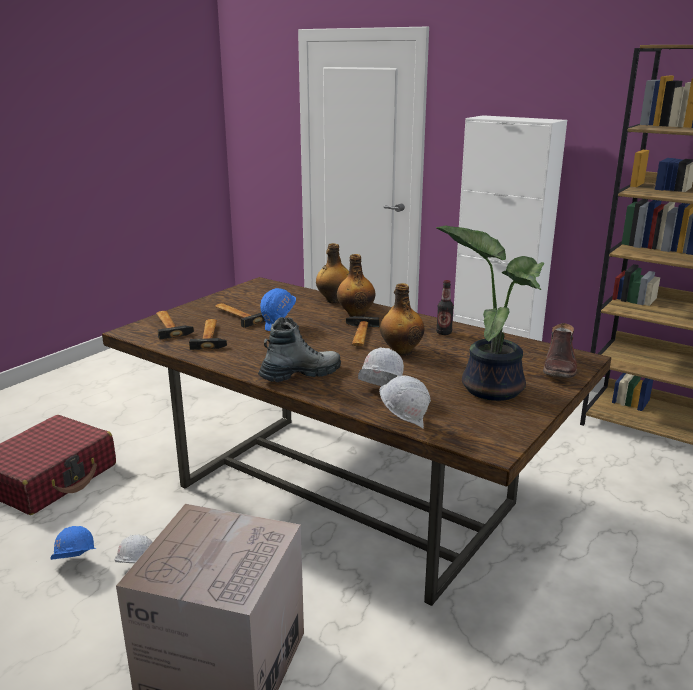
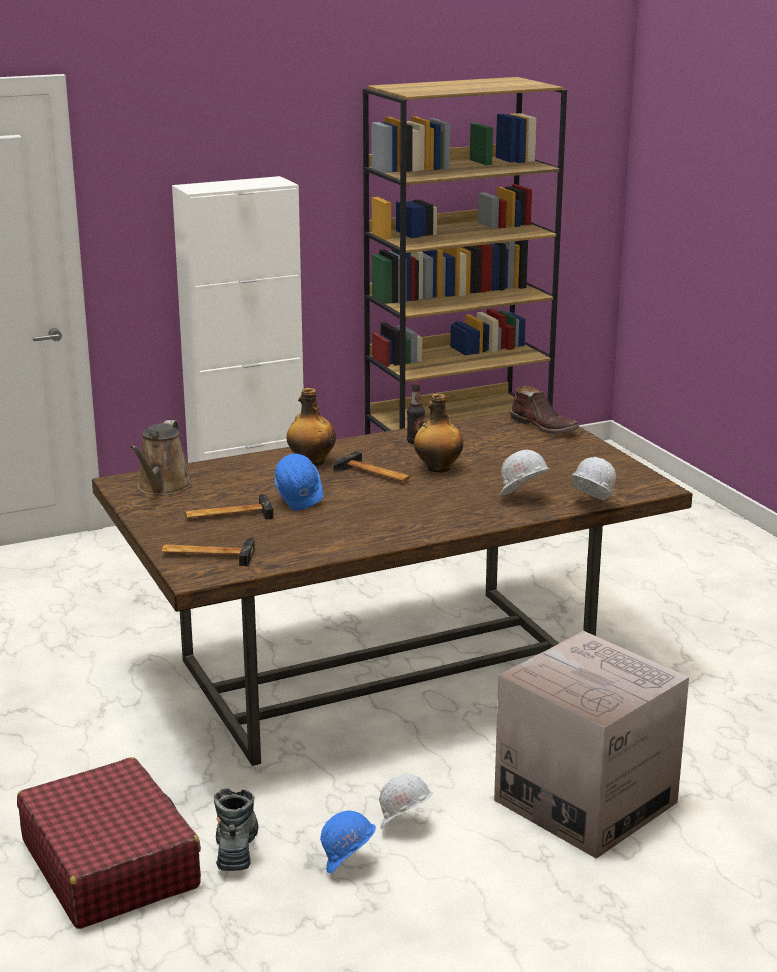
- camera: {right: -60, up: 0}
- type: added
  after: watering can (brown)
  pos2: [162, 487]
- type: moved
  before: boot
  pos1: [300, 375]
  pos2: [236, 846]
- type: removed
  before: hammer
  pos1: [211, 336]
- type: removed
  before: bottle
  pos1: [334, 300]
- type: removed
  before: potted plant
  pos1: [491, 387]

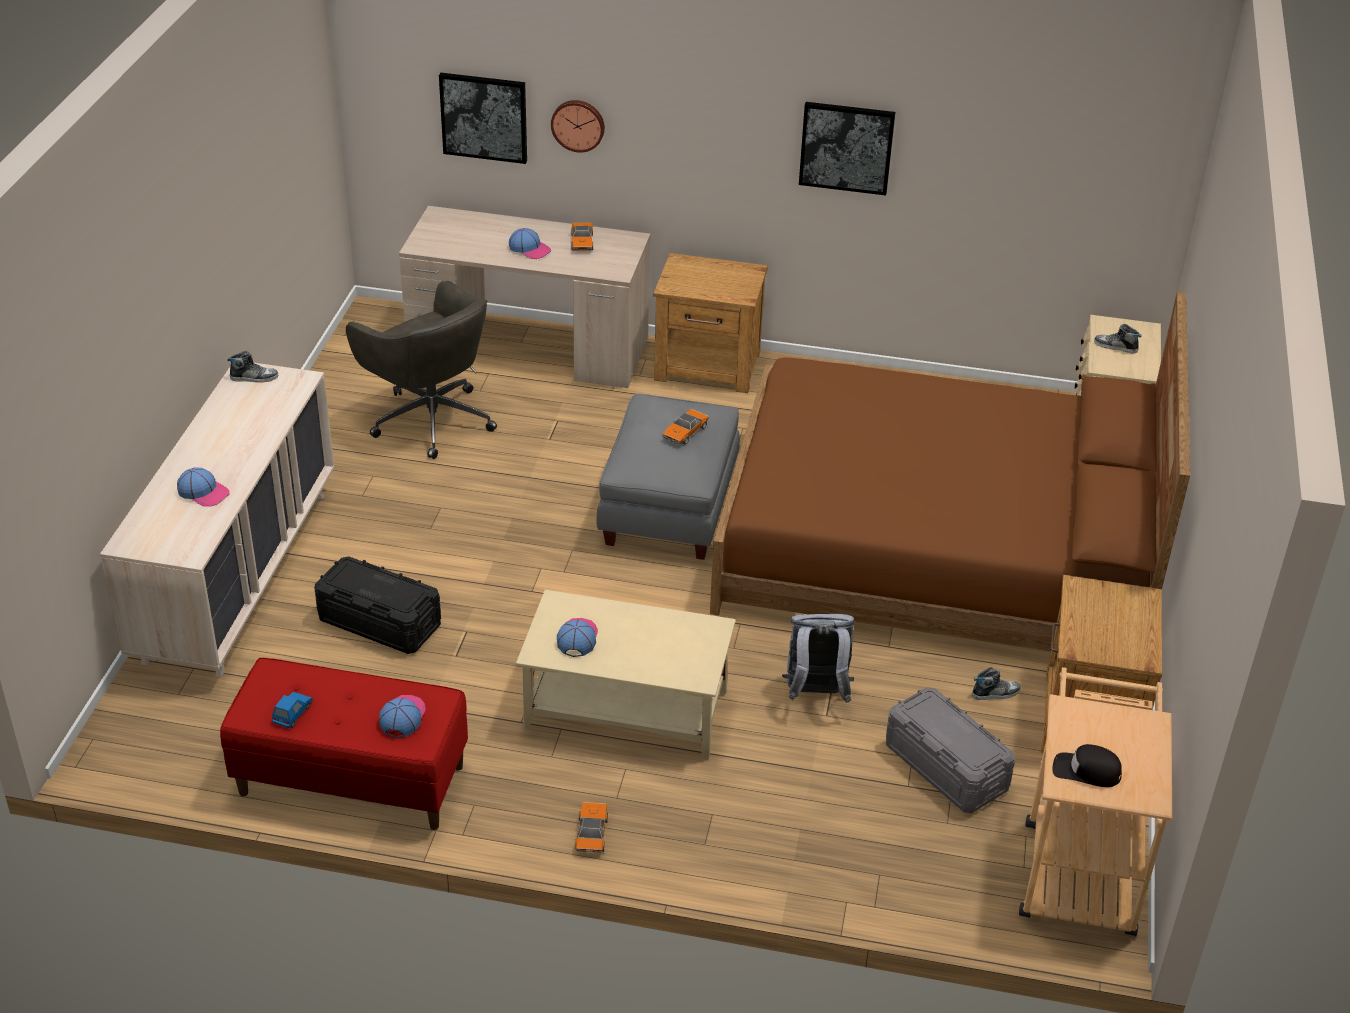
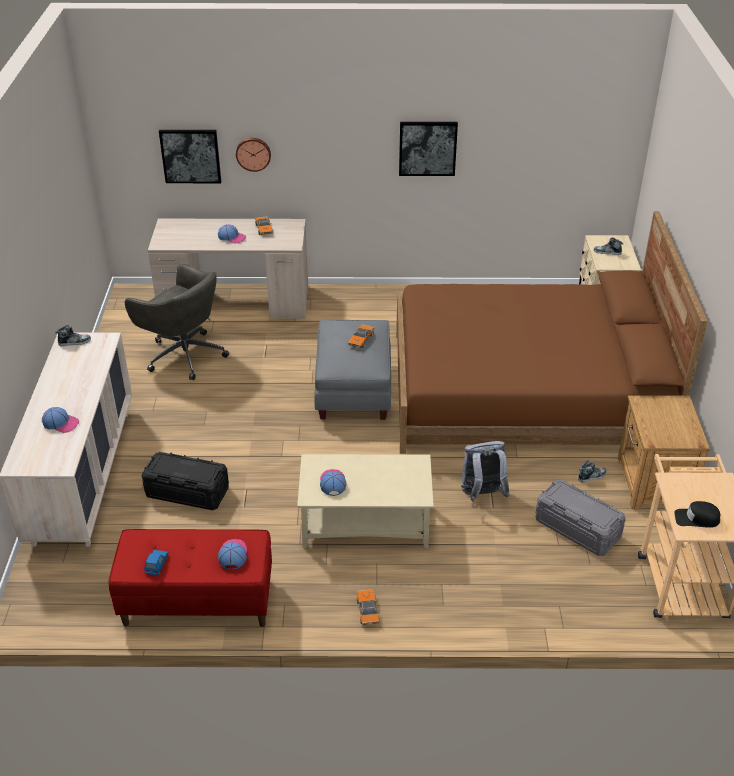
- camera: {right: -10, up: 0}
- type: removed
  before: nightstand (brown)
  pos1: [709, 367]

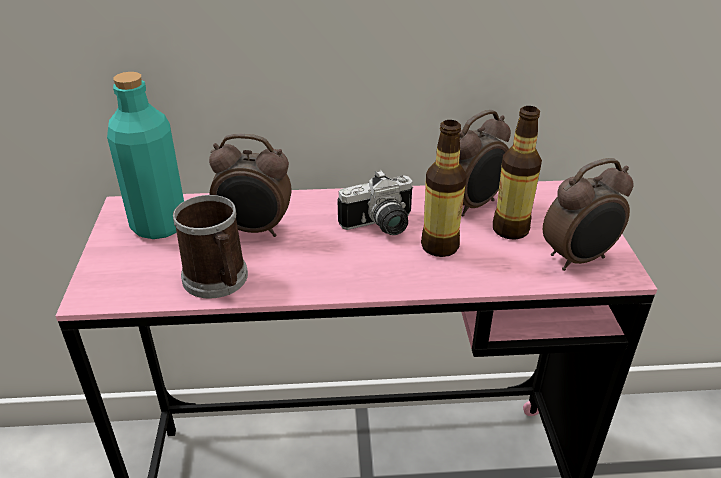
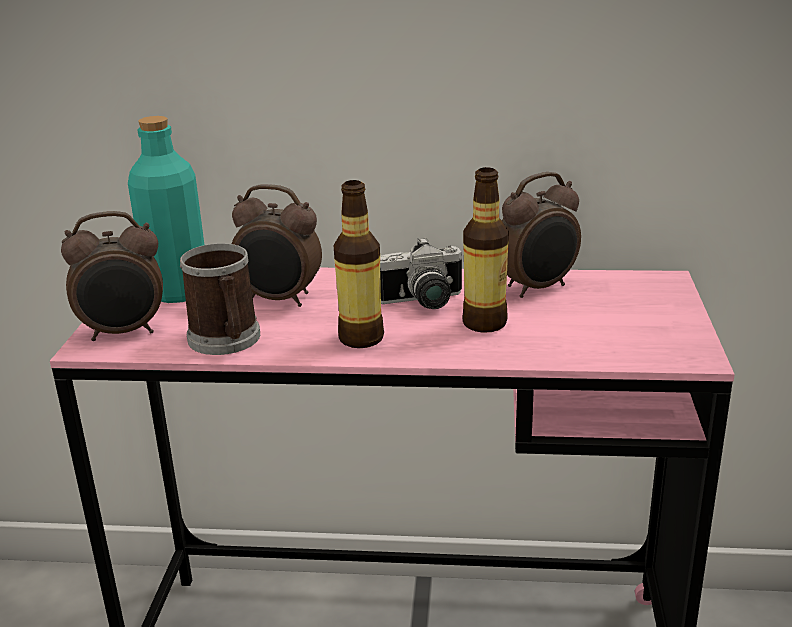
- camera: {right: 10, up: -10}
- type: moved
  before: alarm clock
  pos1: [578, 259]
  pos2: [124, 333]
- type: moved
  before: bottle
  pos1: [510, 229]
  pos2: [361, 338]

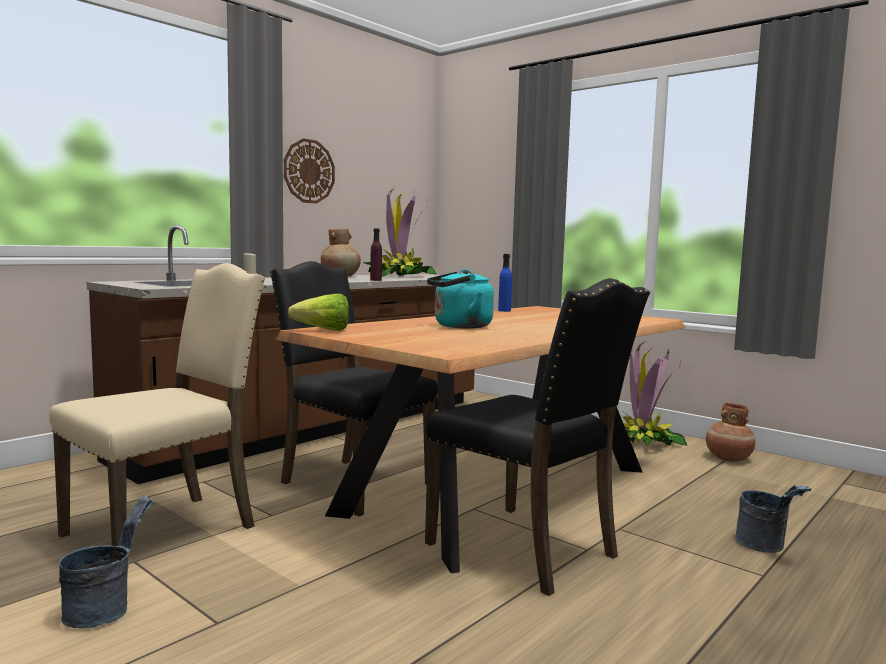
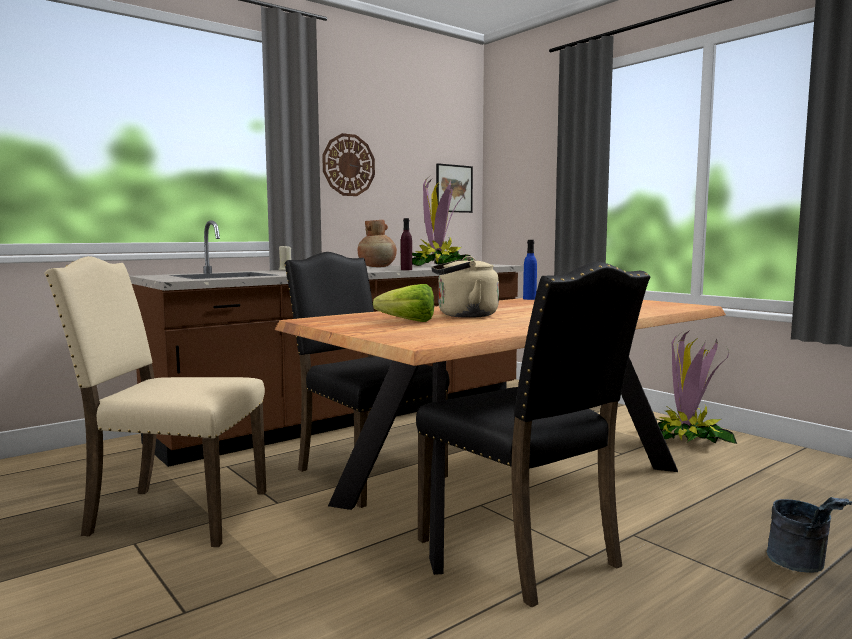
- camera: {right: 10, up: 0}
- type: turned
  before: chair (beige)
  pos1: [165, 531]
  pos2: [174, 514]
  turn: -135
- type: moved
  before: lettuce
  pos1: [318, 330]
  pos2: [403, 321]
- type: recoloured
  before: kettle (turquoise)
  after: kettle (beige)
  pos1: [459, 326]
  pos2: [463, 315]
- type: added
  after: picture
  pos2: [454, 188]
- type: removed
  before: bucket (grey)
  pos1: [106, 608]
- type: removed
  before: vase (brown)
  pos1: [728, 458]

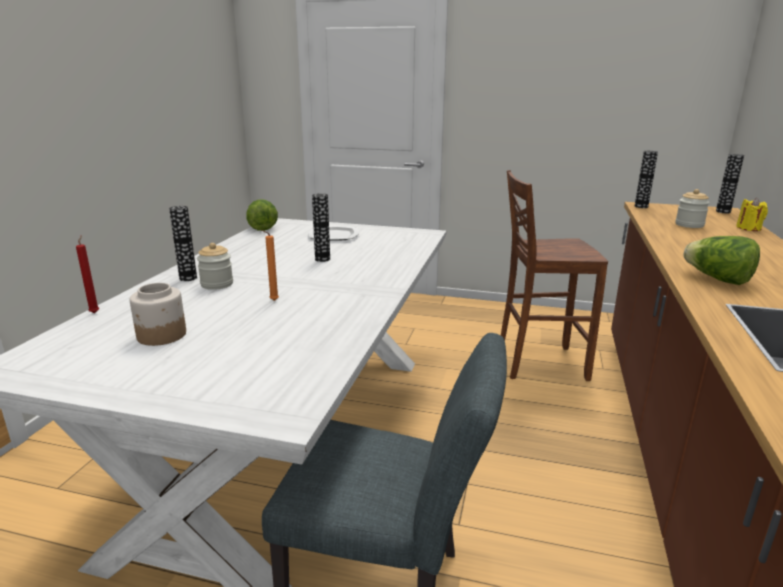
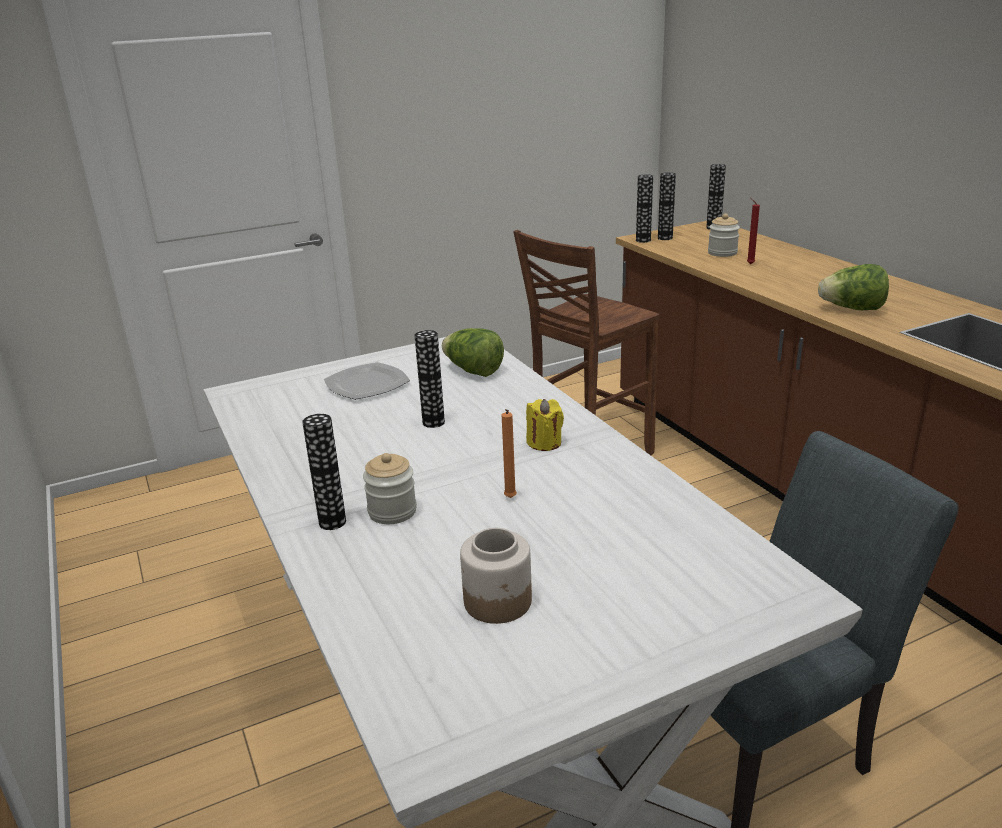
- camera: {right: -40, up: 5}
- type: moved
  before: lettuce
  pos1: [262, 227]
  pos2: [473, 371]
- type: moved
  before: candle (yellow)
  pos1: [748, 228]
  pos2: [544, 443]
- type: added
  after: vase
  pos2: [665, 238]
- type: moved
  before: candle (red)
  pos1: [95, 312]
  pos2: [749, 264]

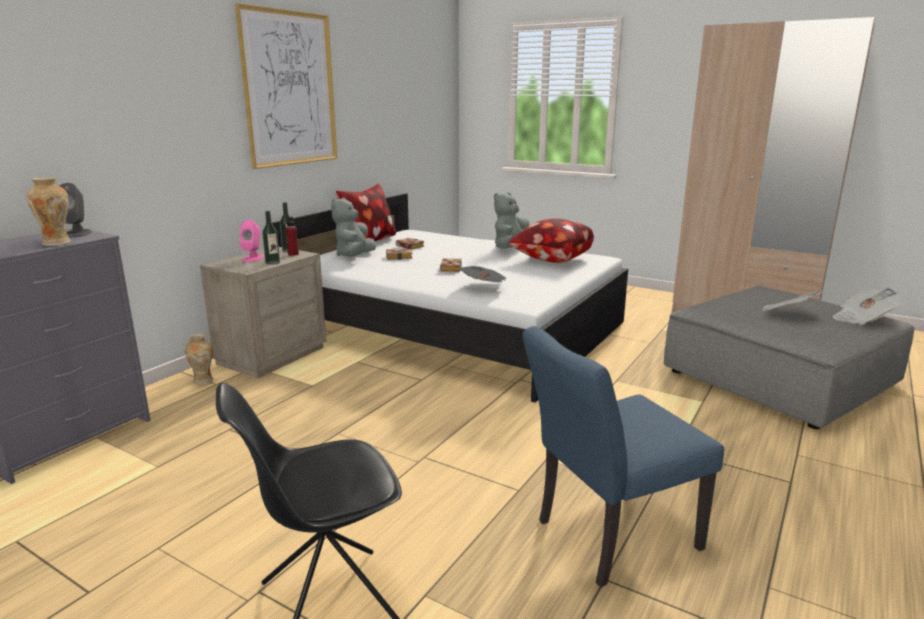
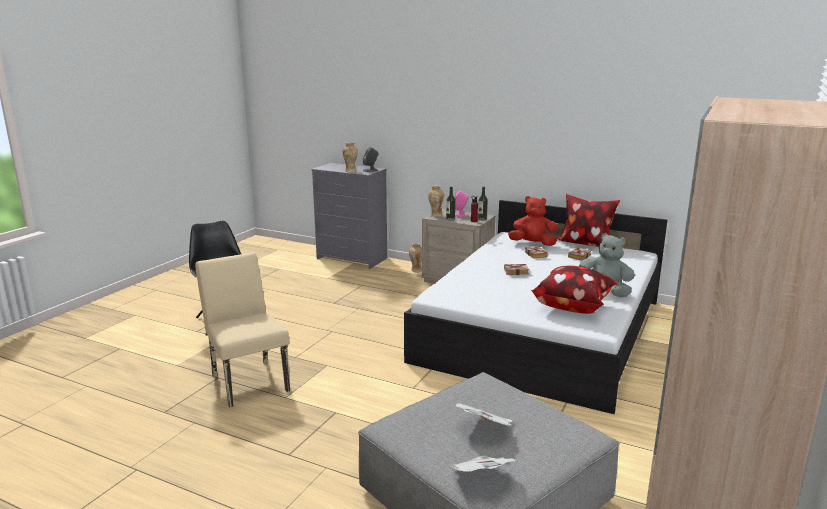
- camera: {right: 85, up: 0}
- type: recoloured
  before: chair (blue)
  after: chair (beige)
  pos1: [607, 537]
  pos2: [248, 380]
- type: added
  after: vase
  pos2: [435, 215]
- type: recoloured
  before: plush toy (grey)
  after: plush toy (red)
  pos1: [354, 256]
  pos2: [533, 244]
- type: removed
  before: picture
  pos1: [290, 89]
- type: removed
  before: newspaper
  pos1: [484, 288]

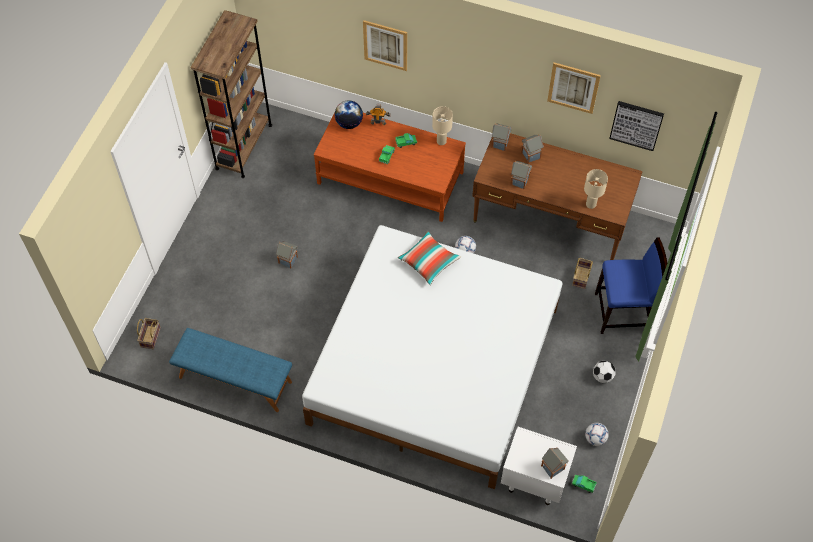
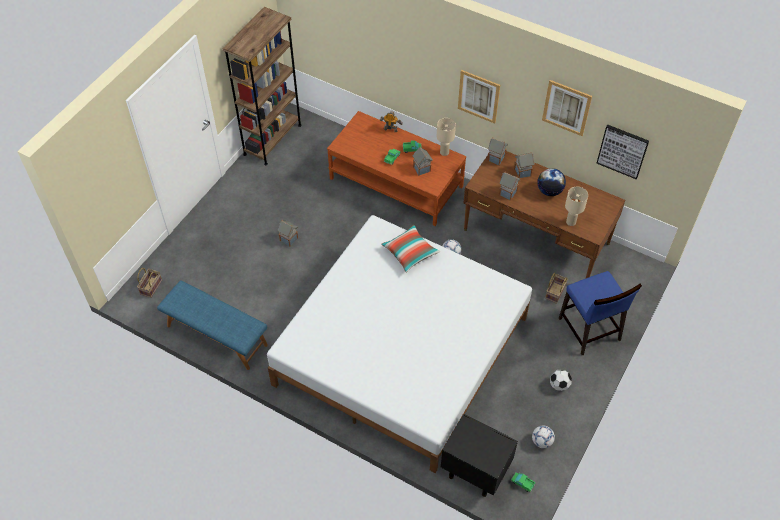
- camera: {right: 10, up: -5}
- type: moved
  before: toy house
  pos1: [553, 468]
  pos2: [422, 169]
- type: recoloured
  before: nightstand (white)
  after: nightstand (black)
  pos1: [533, 480]
  pos2: [474, 471]
- type: moved
  before: picture
  pos1: [385, 45]
  pos2: [478, 96]
- type: moved
  before: globe
  pos1: [349, 123]
  pos2: [549, 191]
- type: turned
  before: chair (blue)
  pos1: [623, 312]
  pos2: [589, 330]
  turn: 60

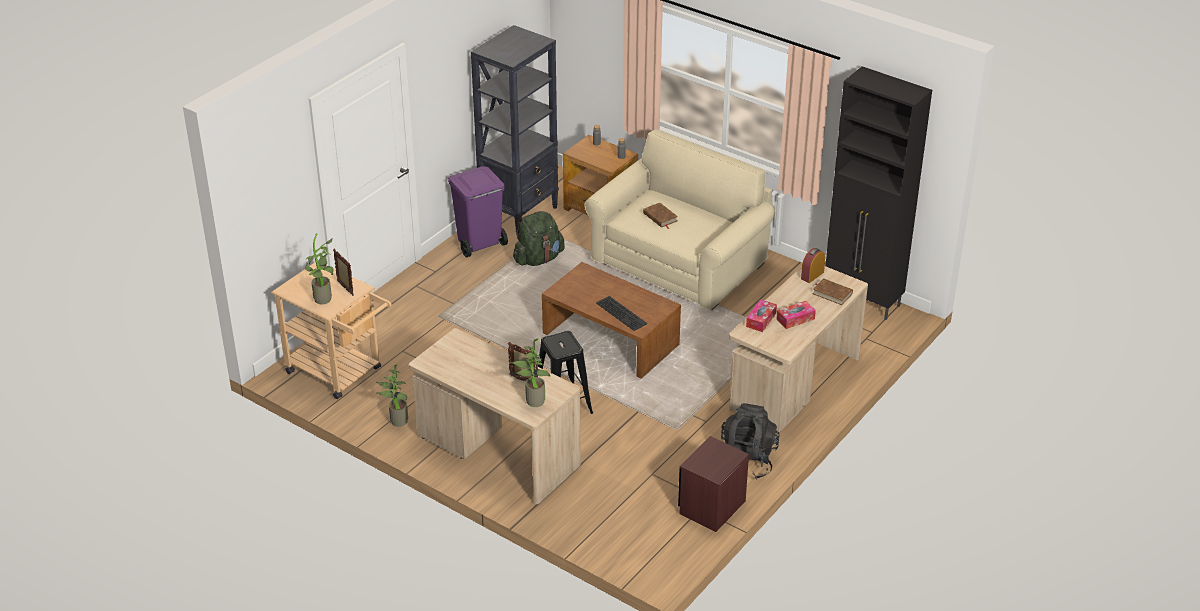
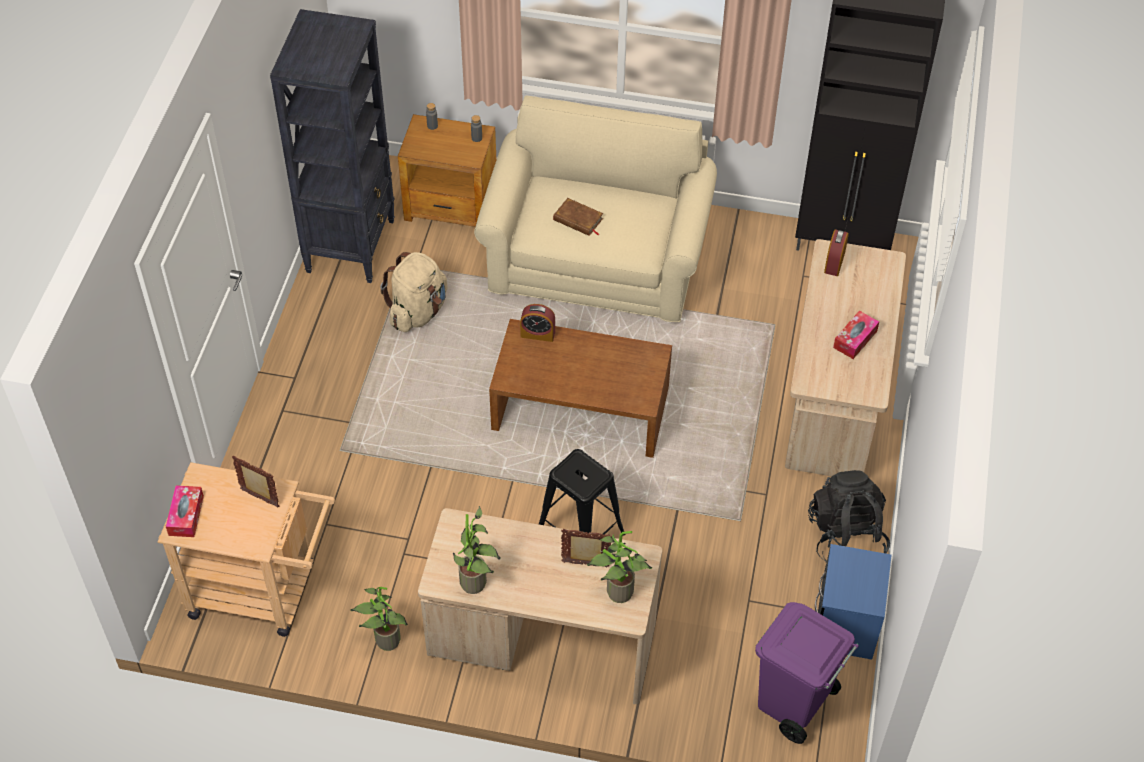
- camera: {right: -25, up: 15}
- type: moved
  before: tissue box
  pos1: [761, 320]
  pos2: [186, 515]
- type: recoloured
  before: backpack (green)
  after: backpack (beige)
  pos1: [538, 259]
  pos2: [418, 311]
- type: moved
  before: potted plant
  pos1: [324, 300]
  pos2: [477, 584]
- type: added
  after: alarm clock
  pos2: [537, 334]
- type: moved
  before: trash can (purple)
  pos1: [479, 244]
  pos2: [793, 704]
- type: recoloured
  before: nightstand (brown)
  after: nightstand (blue)
  pos1: [712, 507]
  pos2: [846, 623]
- type: removed
  before: keyboard
  pos1: [622, 313]
- type: removed
  before: book (brown)
  pos1: [832, 293]

